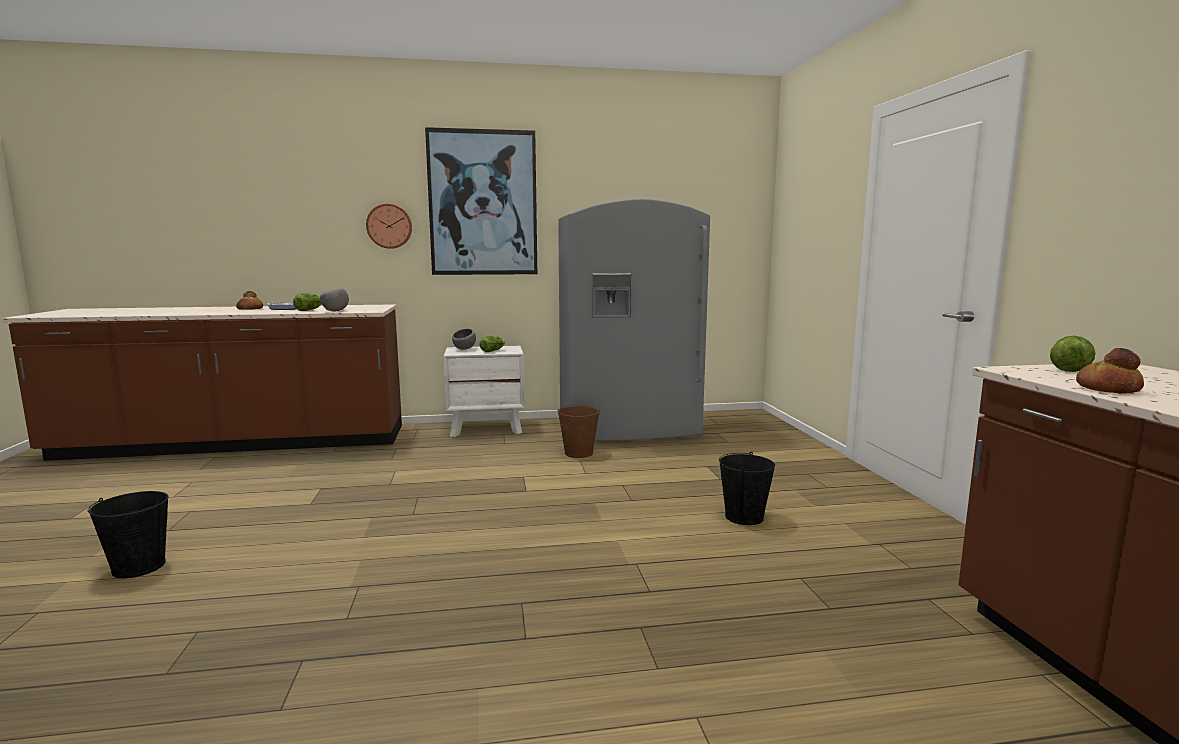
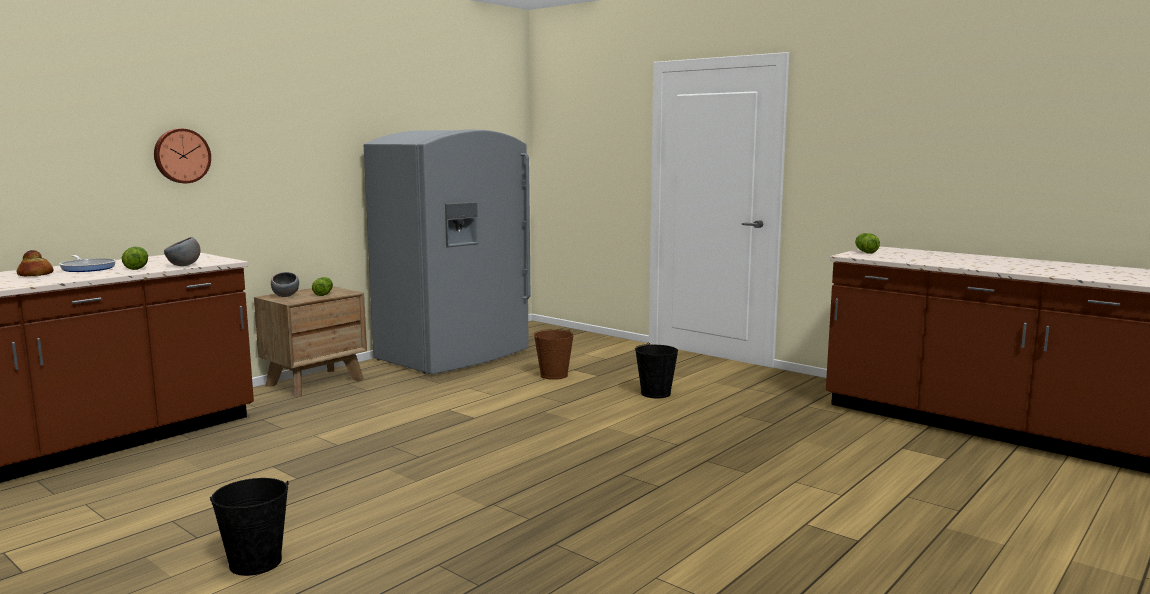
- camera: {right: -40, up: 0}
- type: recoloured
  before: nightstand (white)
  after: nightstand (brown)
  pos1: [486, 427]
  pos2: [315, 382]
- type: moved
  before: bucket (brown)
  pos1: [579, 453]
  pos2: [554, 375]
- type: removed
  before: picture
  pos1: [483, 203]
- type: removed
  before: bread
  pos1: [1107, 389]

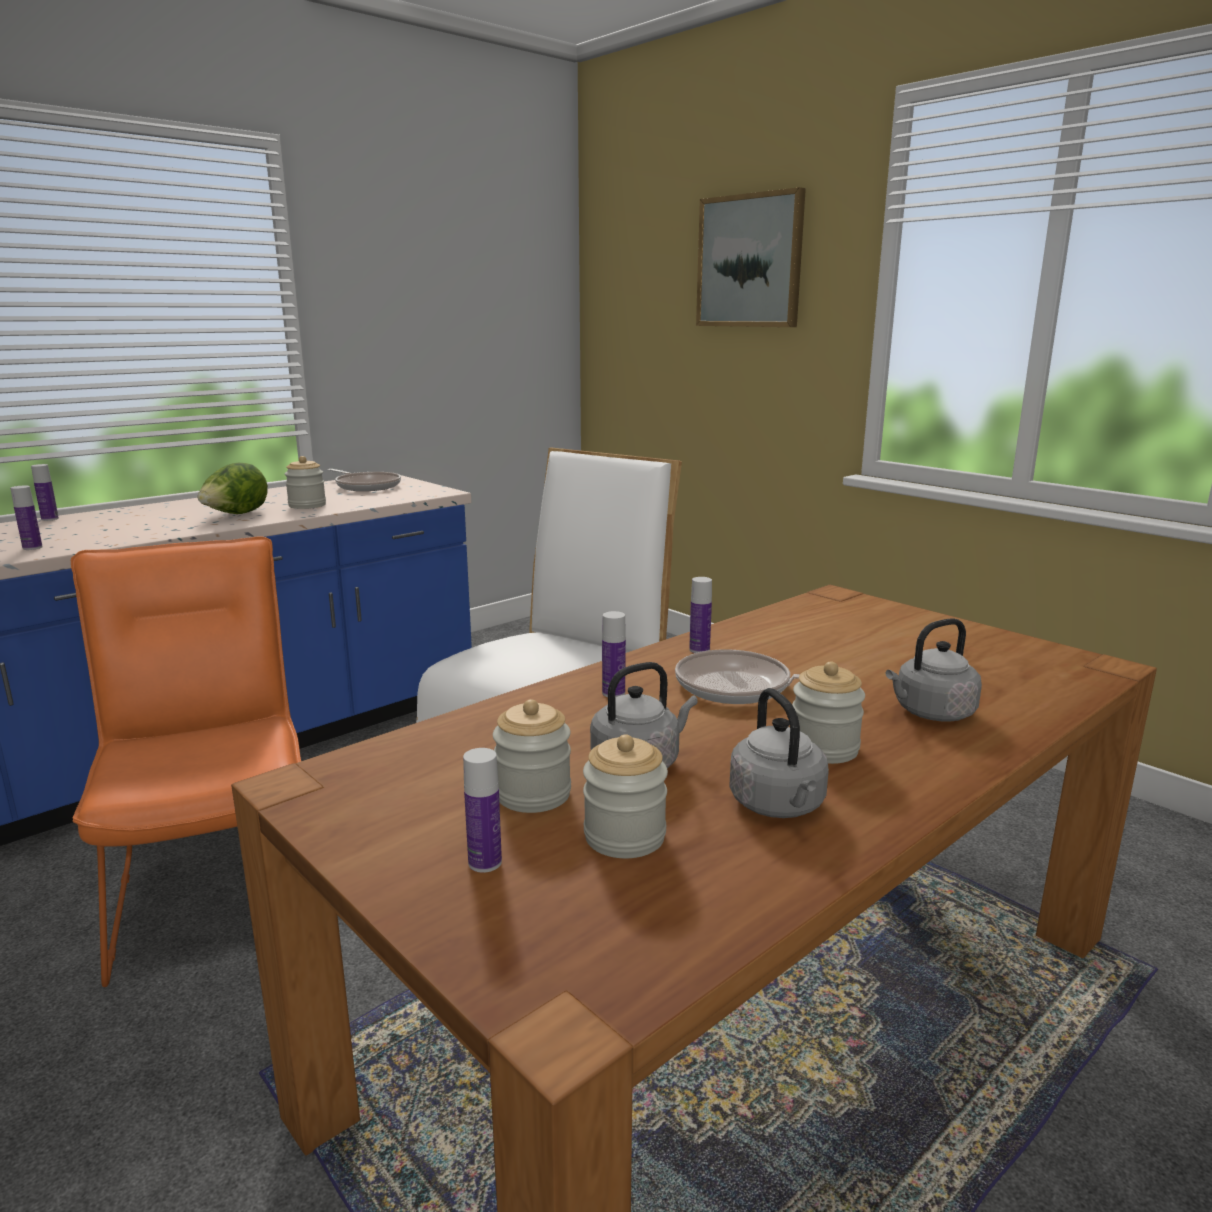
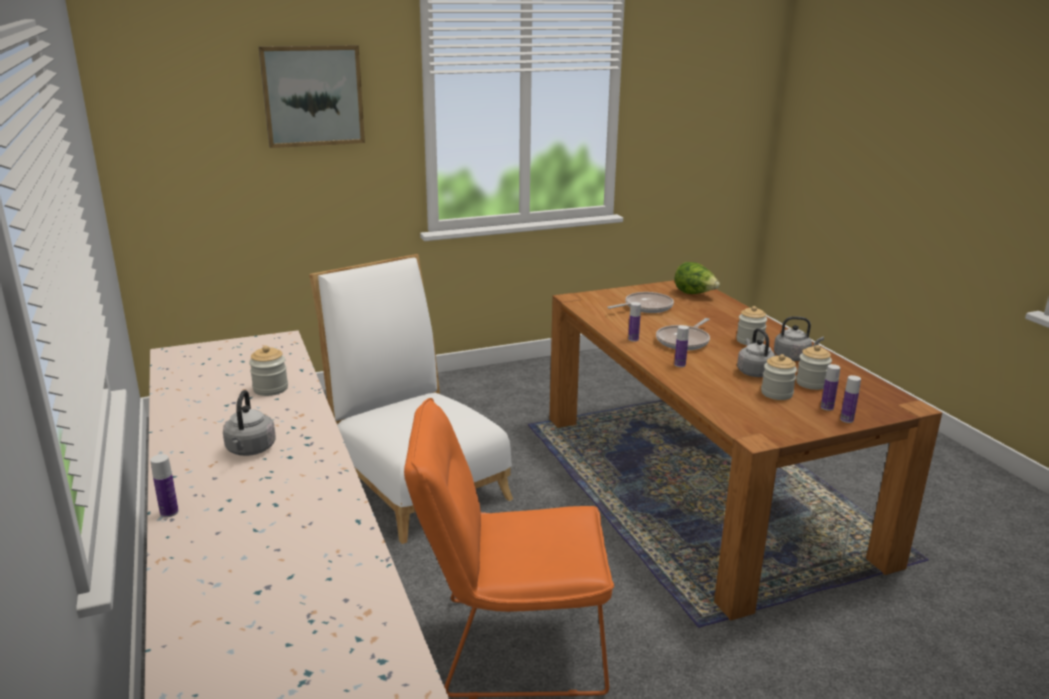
- camera: {right: -70, up: 5}
- type: moved
  before: kettle (grey)
  pos1: [931, 713]
  pos2: [250, 450]
- type: moved
  before: frying pan
  pos1: [366, 486]
  pos2: [645, 307]
- type: moved
  before: lettuce
  pos1: [235, 515]
  pos2: [694, 294]
- type: moved
  before: bottle
  pos1: [32, 548]
  pos2: [846, 419]

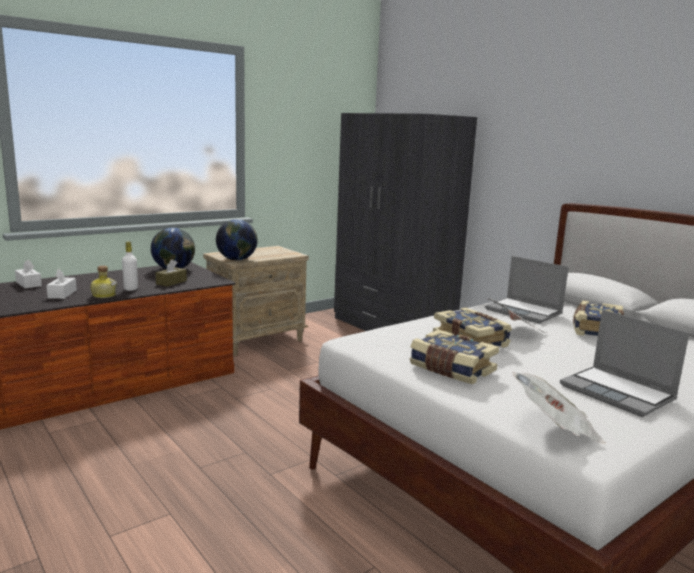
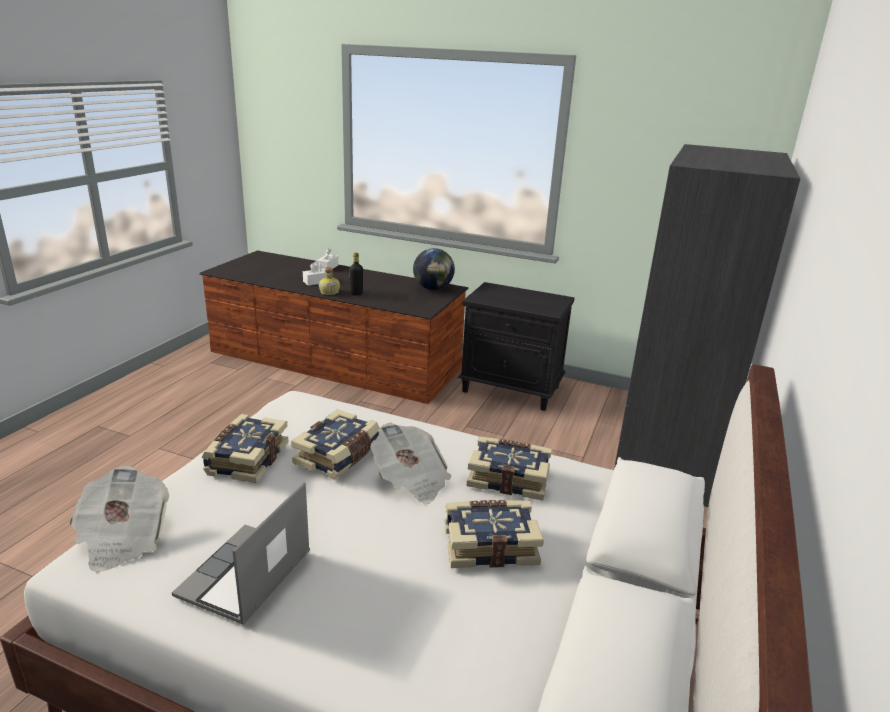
- camera: {right: 60, up: 10}
- type: recoloured
  before: bottle (white)
  after: bottle (black)
  pos1: [131, 289]
  pos2: [356, 294]
- type: recoloured
  before: nightstand (beige)
  after: nightstand (black)
  pos1: [257, 340]
  pos2: [512, 389]
- type: replaced
  before: laptop
  after: book
  pos1: [524, 312]
  pos2: [509, 478]
- type: removed
  before: tissue box (brown)
  pos1: [171, 282]
- type: removed
  before: globe
  pos1: [237, 259]

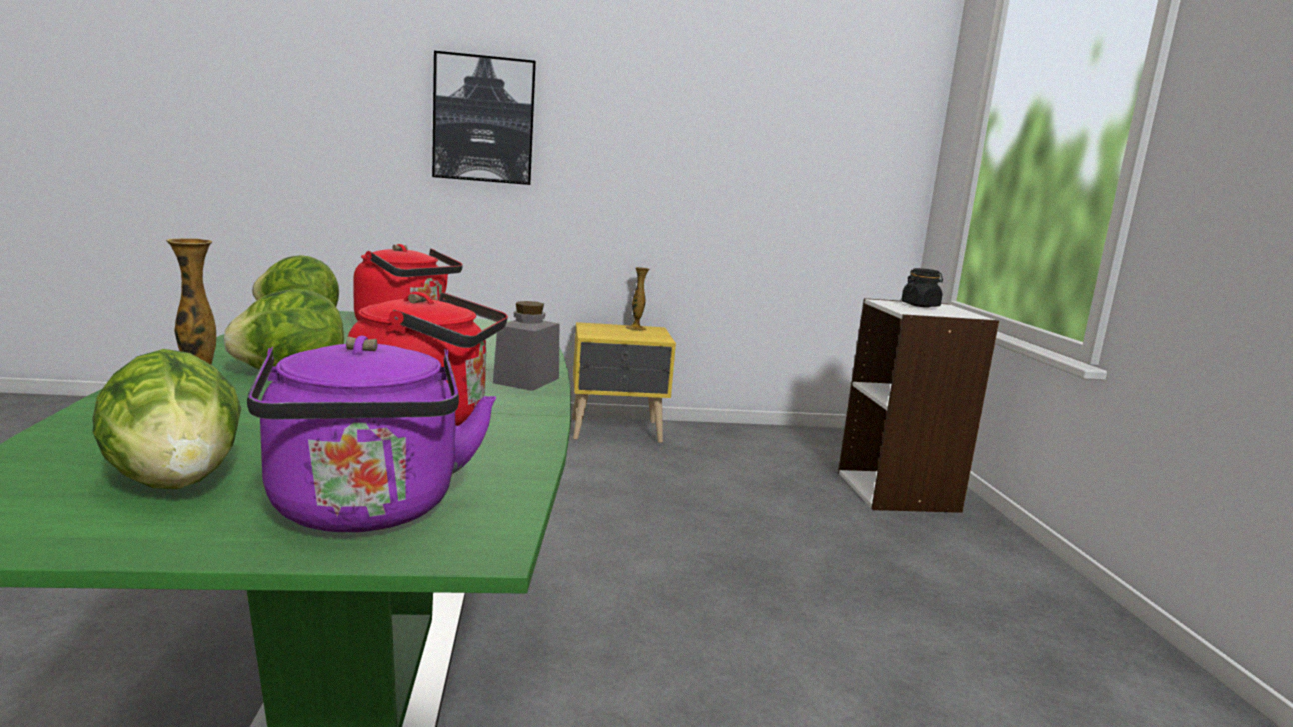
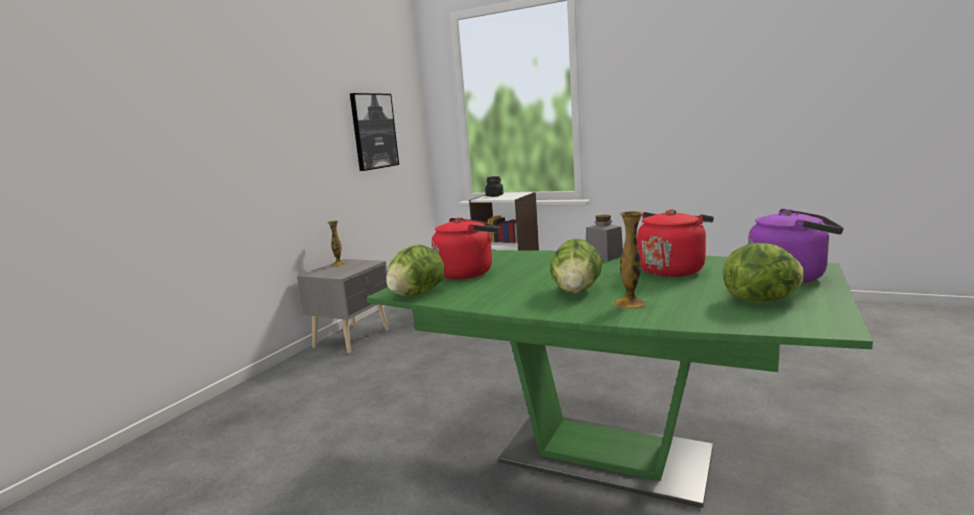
- camera: {right: -55, up: 0}
- type: recoloured
  before: nightstand (yellow)
  after: nightstand (grey)
  pos1: [617, 431]
  pos2: [354, 338]
- type: moved
  before: picture
  pos1: [484, 120]
  pos2: [373, 131]

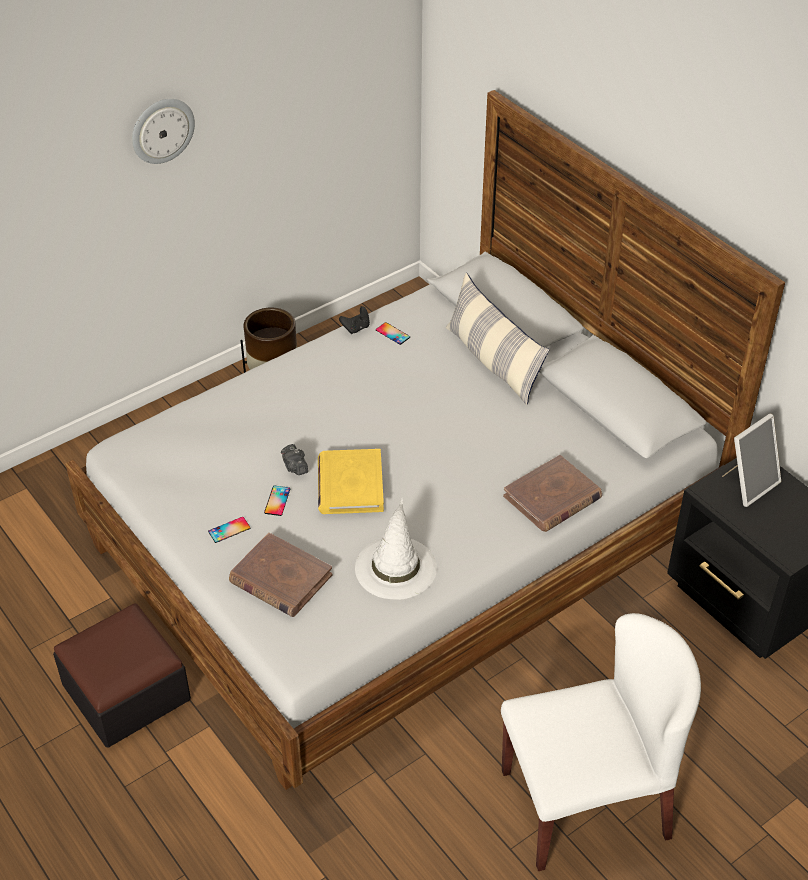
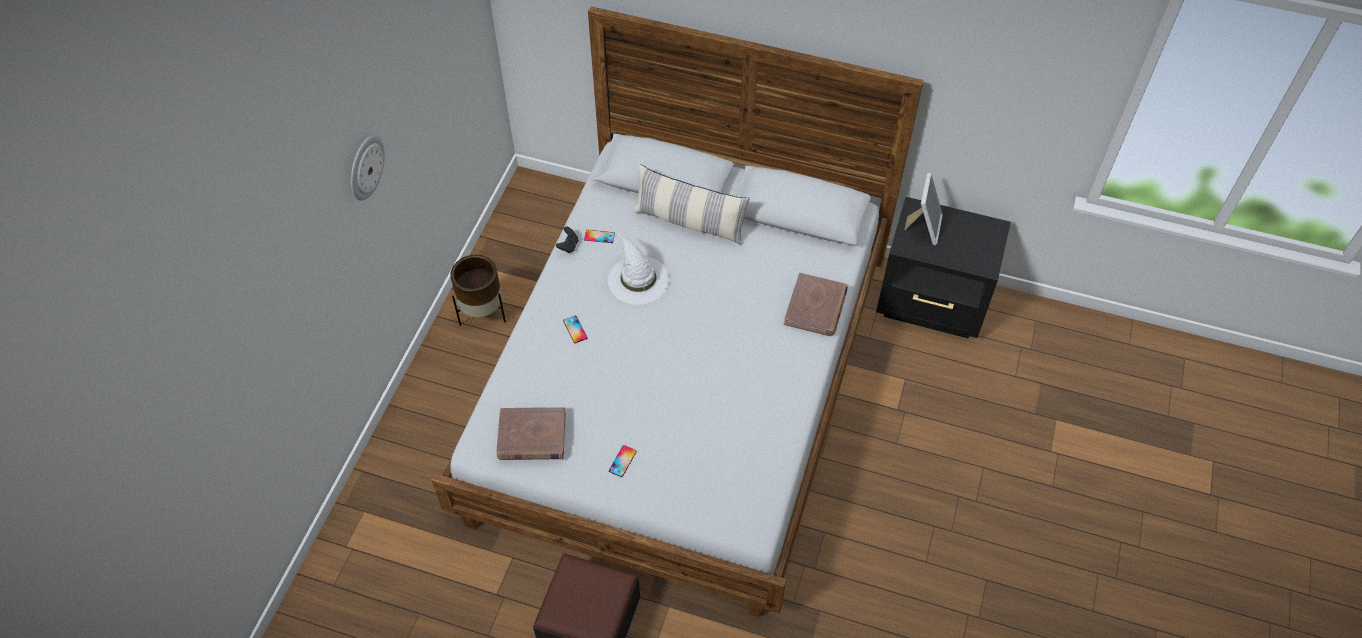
- camera: {right: -35, up: 10}
- type: moved
  before: book (brown)
  pos1: [280, 579]
  pos2: [532, 436]
- type: moved
  before: phone
  pos1: [277, 501]
  pos2: [575, 329]
- type: moved
  before: hat (white)
  pos1: [395, 566]
  pos2: [637, 279]
- type: removed
  before: photo camera
  pos1: [295, 467]
- type: removed
  before: book (yellow)
  pos1: [350, 485]
- type: removed
  before: chair (white)
  pos1: [586, 803]

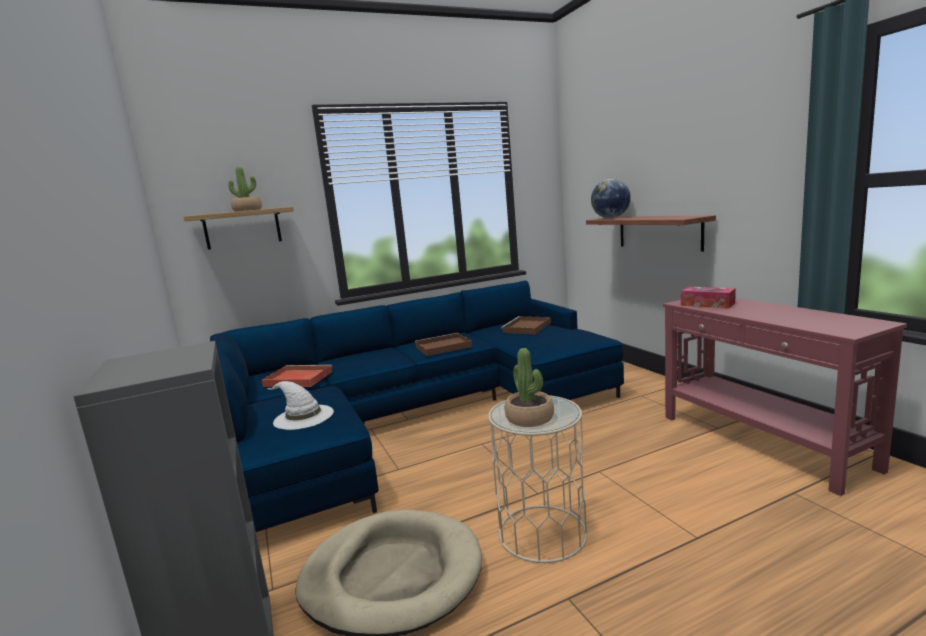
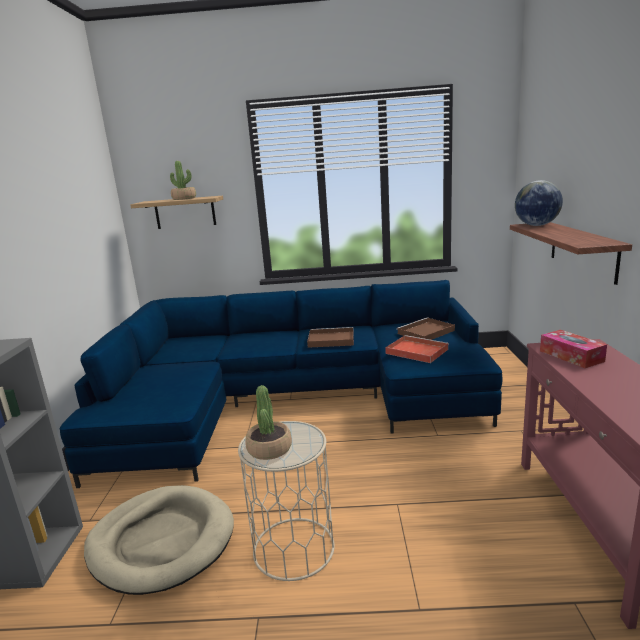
- camera: {right: 25, up: 5}
- type: moved
  before: tray (red)
  pos1: [297, 379]
  pos2: [415, 351]
- type: removed
  before: hat (white)
  pos1: [302, 417]

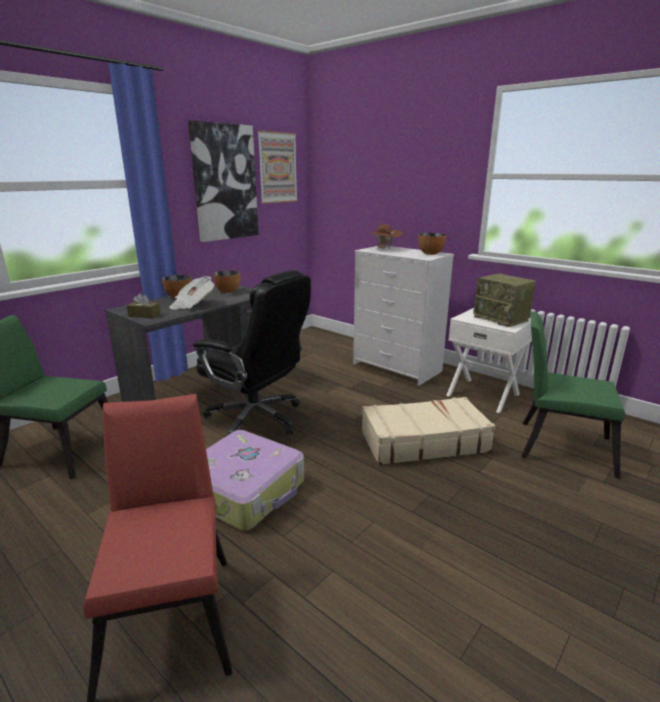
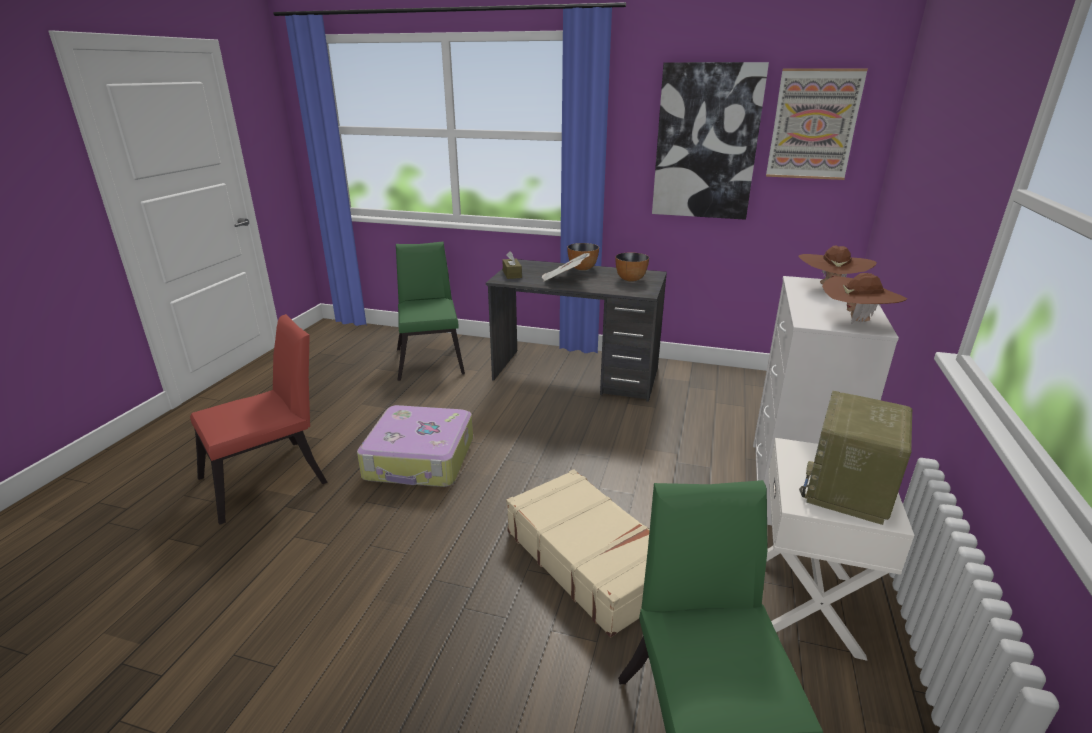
- camera: {right: 65, up: 5}
- type: replaced
  before: bowl
  after: hat (brown)
  pos1: [431, 253]
  pos2: [856, 321]
- type: removed
  before: office chair (black)
  pos1: [257, 419]

